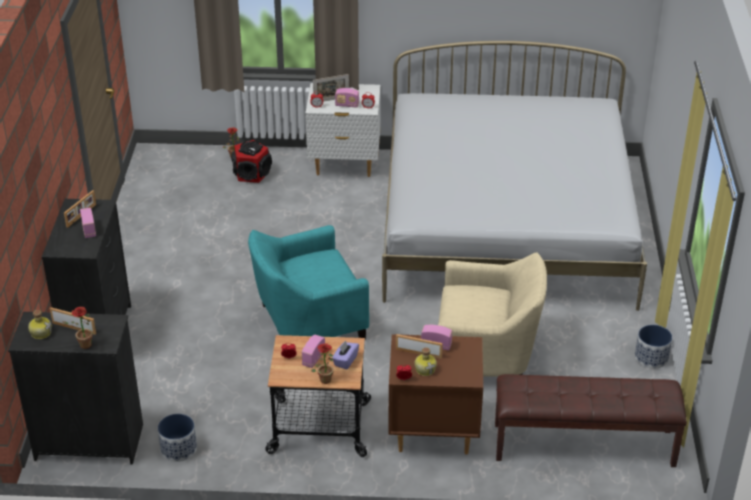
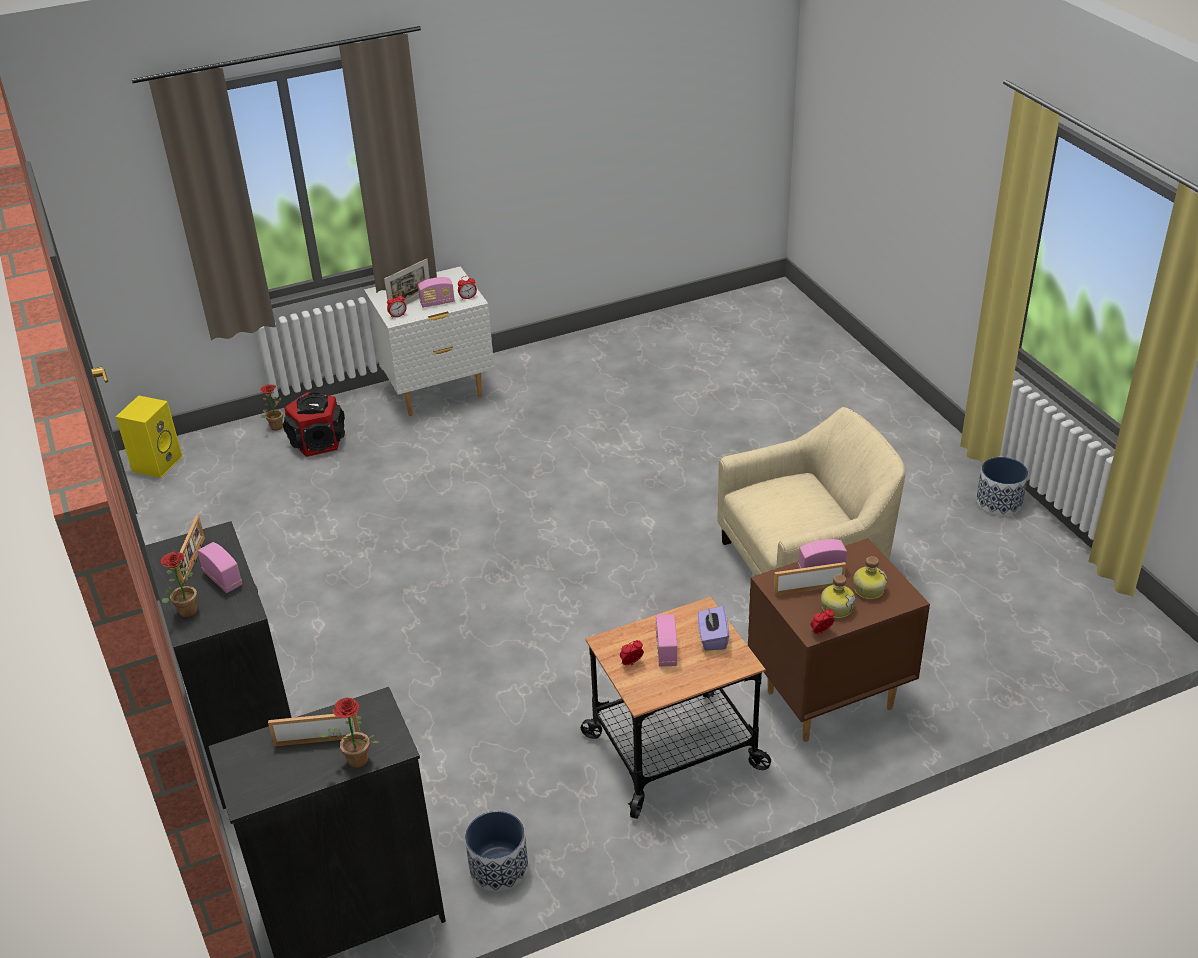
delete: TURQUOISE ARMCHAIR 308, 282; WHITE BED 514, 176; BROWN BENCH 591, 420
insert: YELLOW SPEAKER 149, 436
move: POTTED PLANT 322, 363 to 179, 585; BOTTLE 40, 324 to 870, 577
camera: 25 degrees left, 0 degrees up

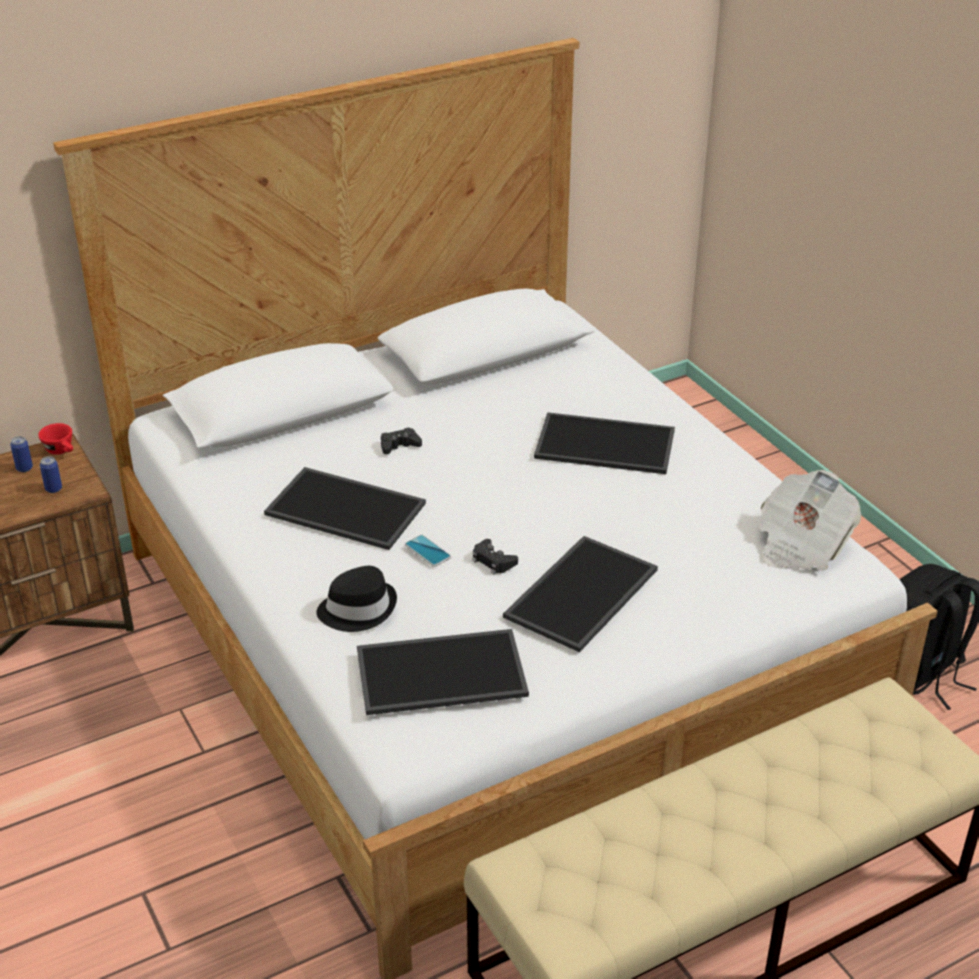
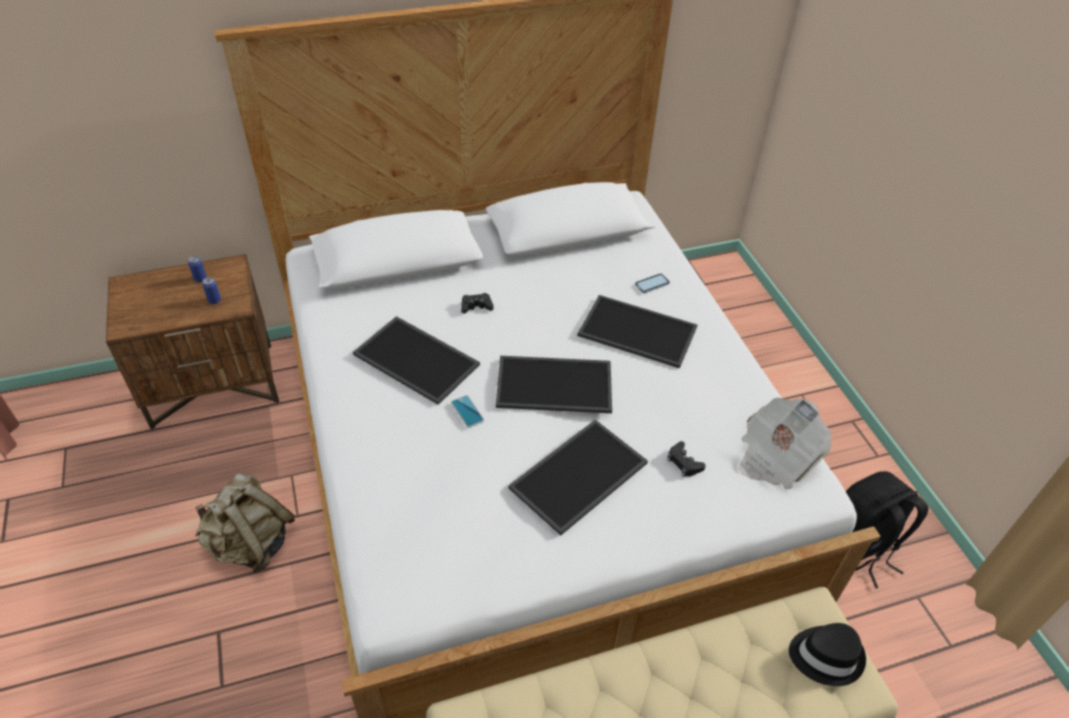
delete: RED CUP 55, 439
insert: BEIGE BACKPACK 245, 523; PHONE 652, 283
move: TRAY 443, 672 to 554, 384; BLACK GAME CONTROLLER 495, 557 to 686, 459; BLACK HAT 356, 599 to 827, 654
camera: 10 degrees right, 10 degrees up

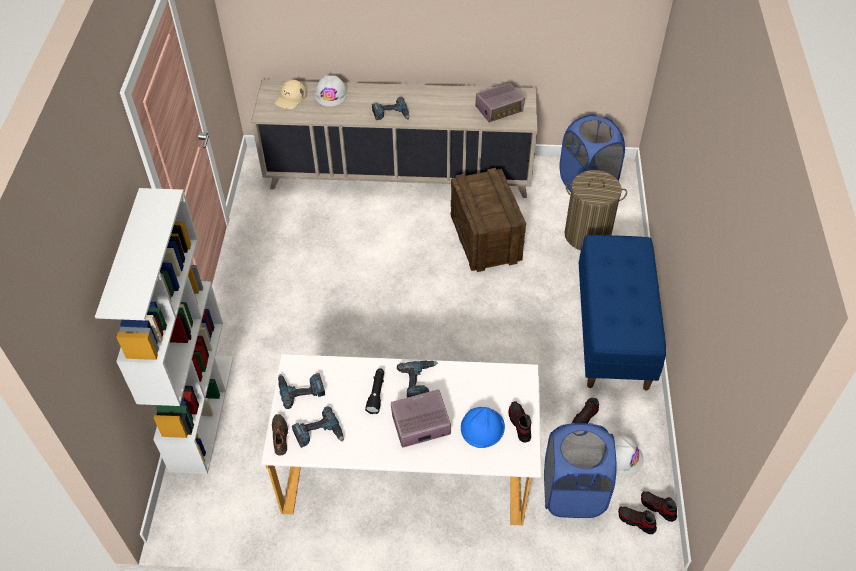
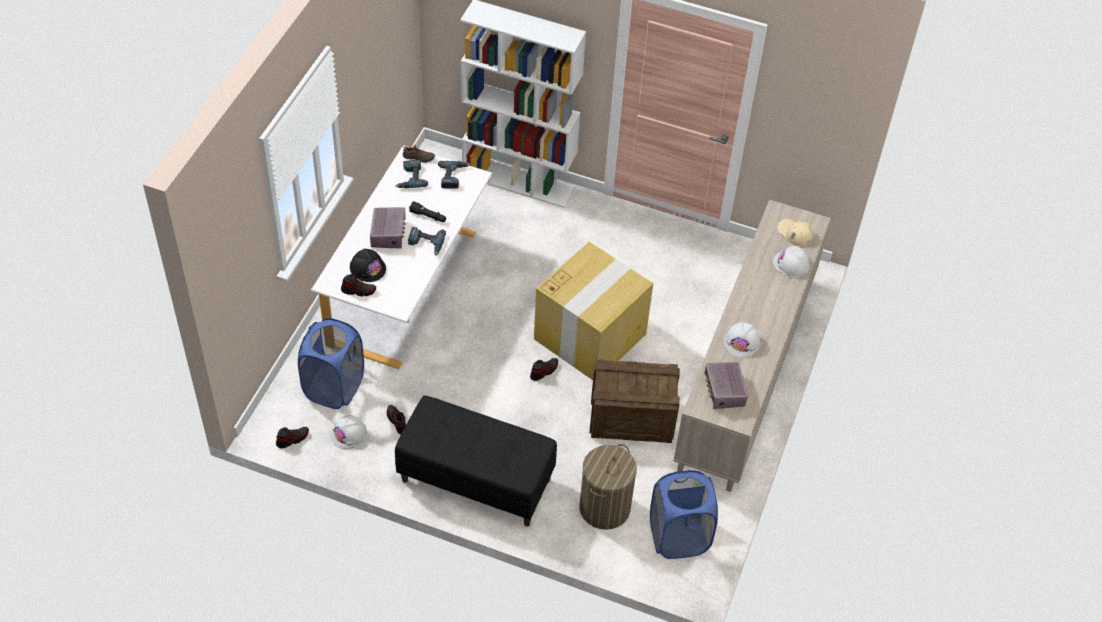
delete: POWER DRILL 390, 108
insert: CARDBOARD BOX 593, 311; WHITE HARD HAT 742, 339
move: SHOE 637, 520 to 544, 369
recolor: BLUE HARD HAT 483, 427 to BLACK HARD HAT 368, 265; BLUE BENCH 622, 312 to BLACK BENCH 476, 460
camera: 105 degrees right, 0 degrees up

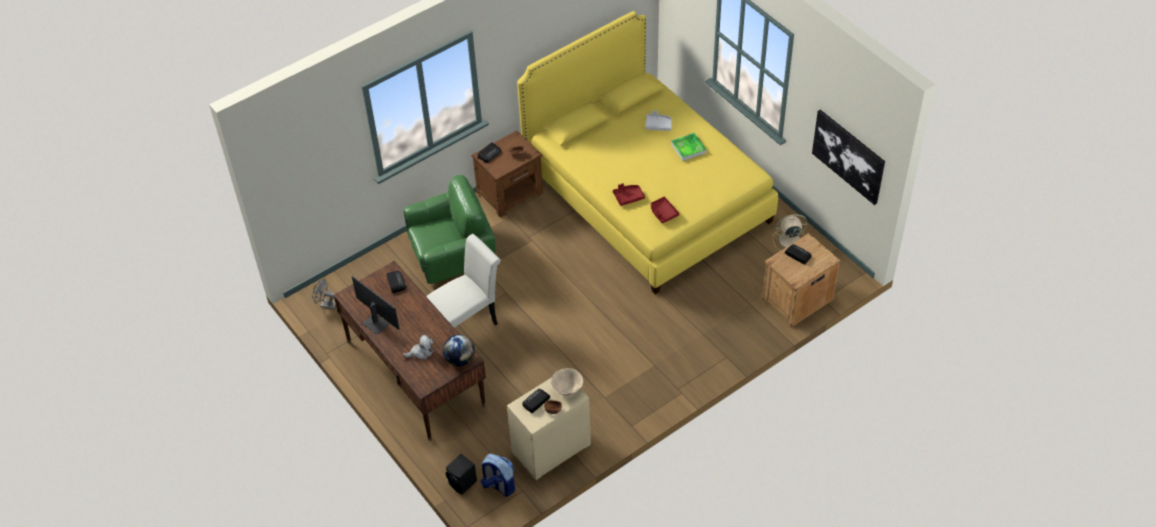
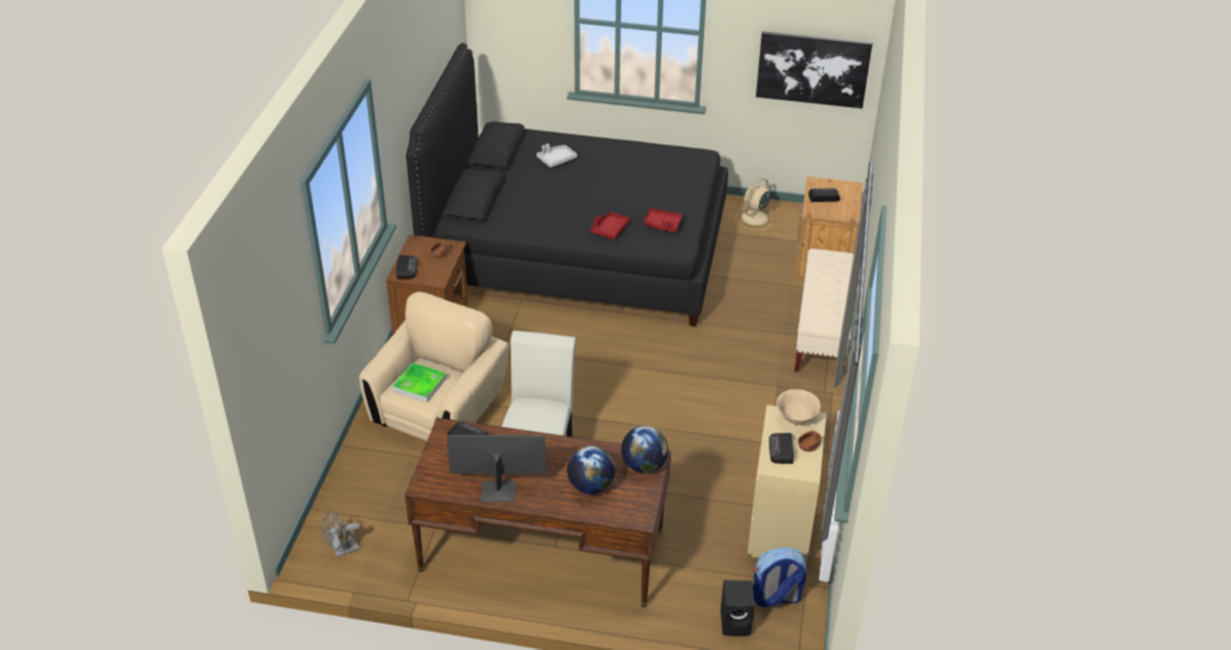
insert: BEIGE BENCH 824, 310
move: TRAY 688, 147 to 419, 382
replace: PLUSH TOY 418, 347 to GLOBE 591, 470
recolor: GREEN ARMCHAIR 450, 229 to BEIGE ARMCHAIR 434, 366; YELLOW BED 647, 152 to BLACK BED 567, 185
camera: 45 degrees left, 10 degrees down

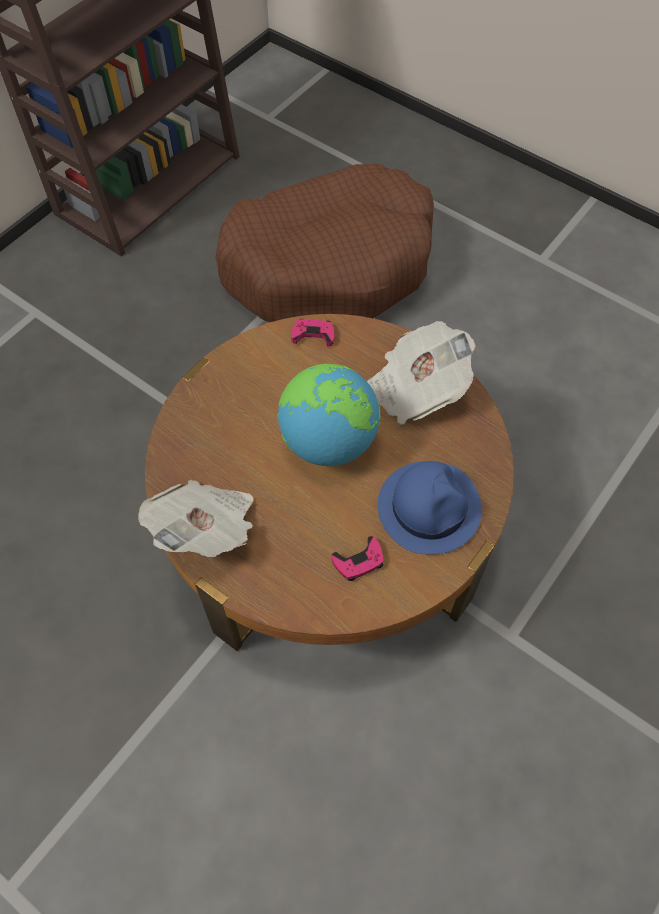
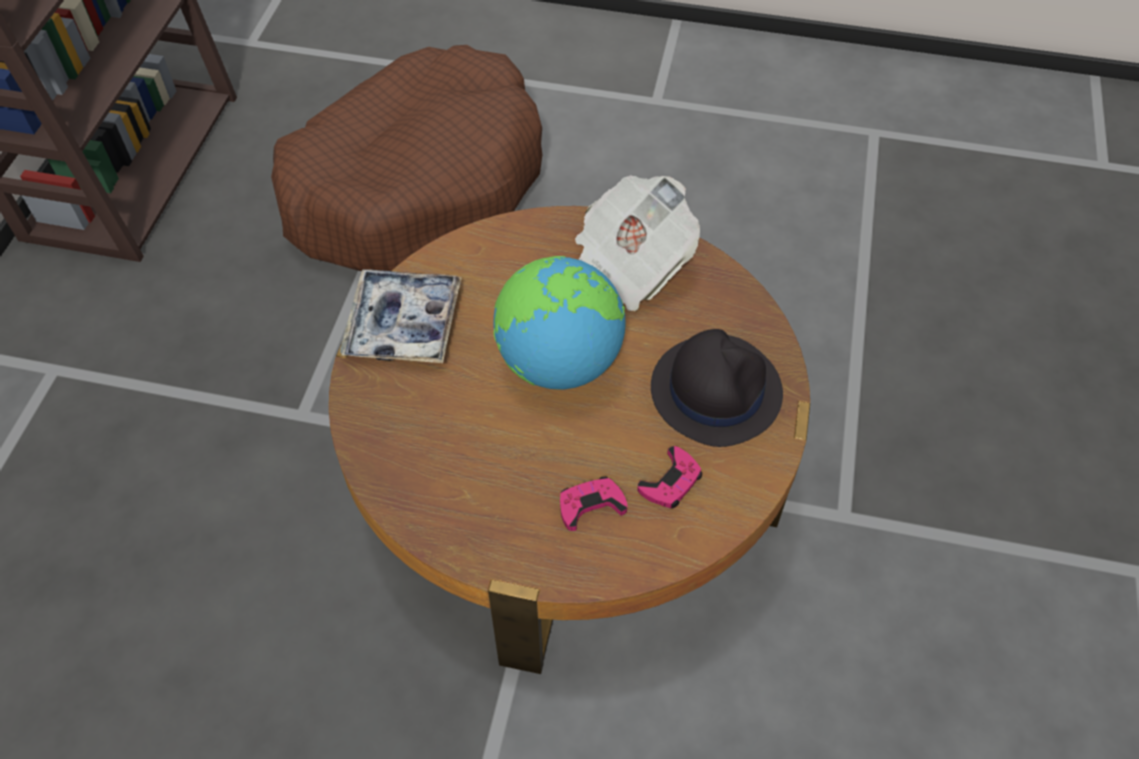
delete: NEWSPAPER 196, 518
insert: TRAY 401, 316
move: PINK GAME CONTROLLER 312, 333 to 593, 504
recolor: BLUE HAT 430, 508 to BLACK HAT 717, 388
camera: 25 degrees left, 5 degrees down

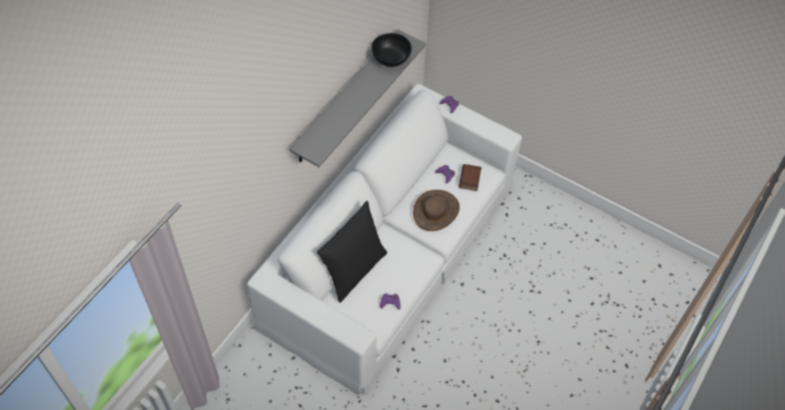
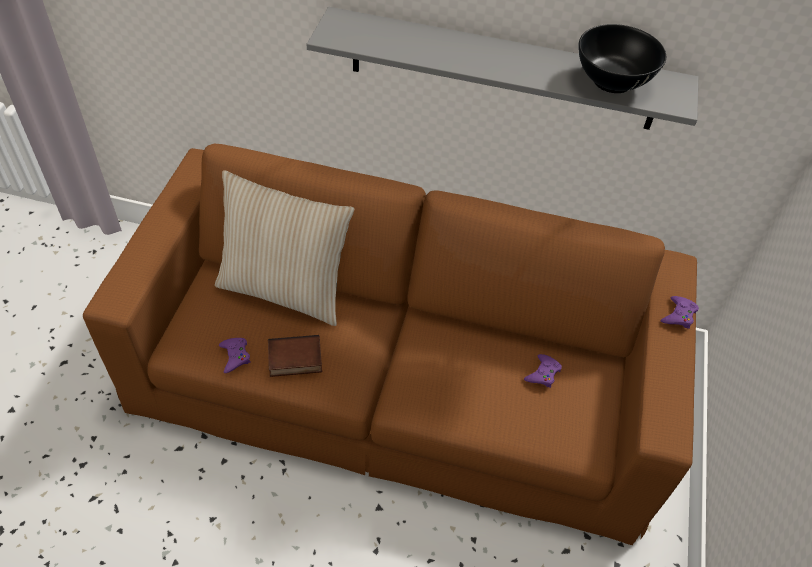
delete: BROWN HAT 436, 210
move: BOOK 470, 177 to 295, 356
recolor: WHITE SOFA 384, 240 to BROWN SOFA 390, 344; BLACK PILLOW 352, 252 to BEIGE PILLOW 284, 248
camera: 70 degrees right, 5 degrees down

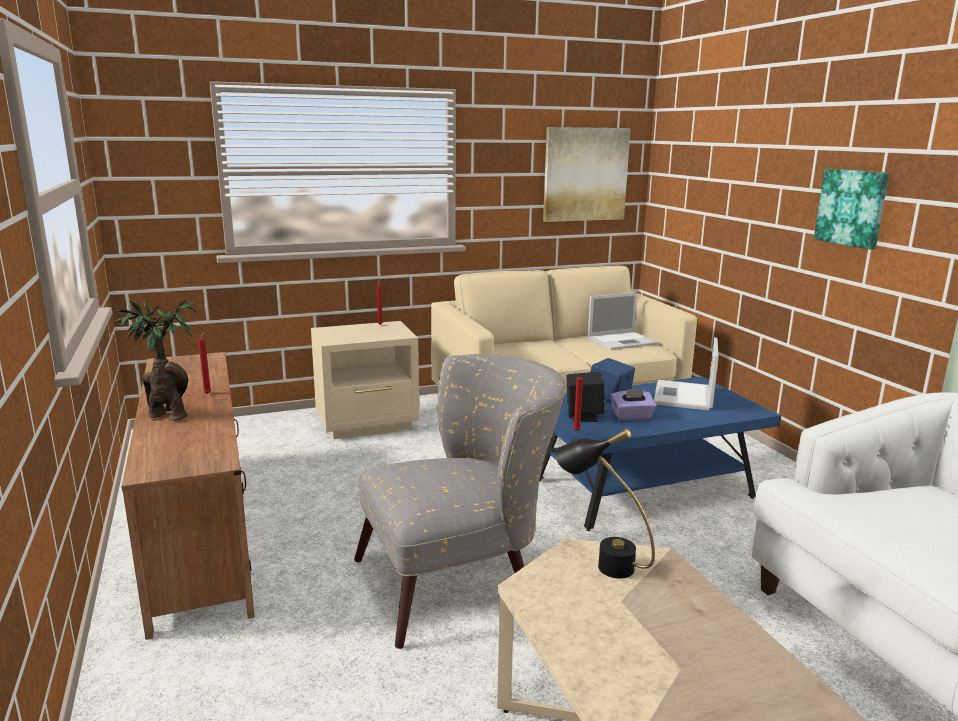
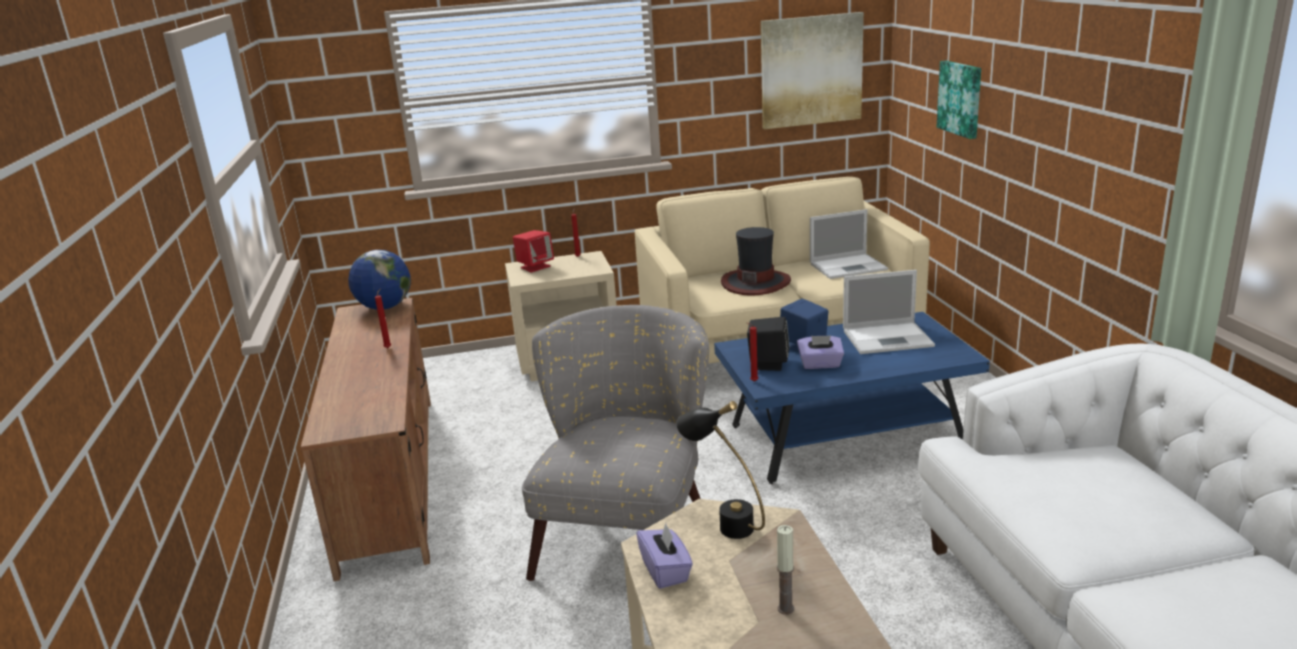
delete: POTTED PLANT 155, 359
insert: GLOBE 379, 280; RED SPEAKER 533, 251; PURPLE TISSUE BOX 664, 556; HAT 756, 261; CANDLE 785, 570
move: PICTURE 851, 209 to 959, 100
rotate: GREY ARMCHAIR 460, 501 = 615, 443 60 degrees counterclockwise; LAPTOP 686, 374 = 889, 312 120 degrees counterclockwise
camera: 10 degrees right, 5 degrees up

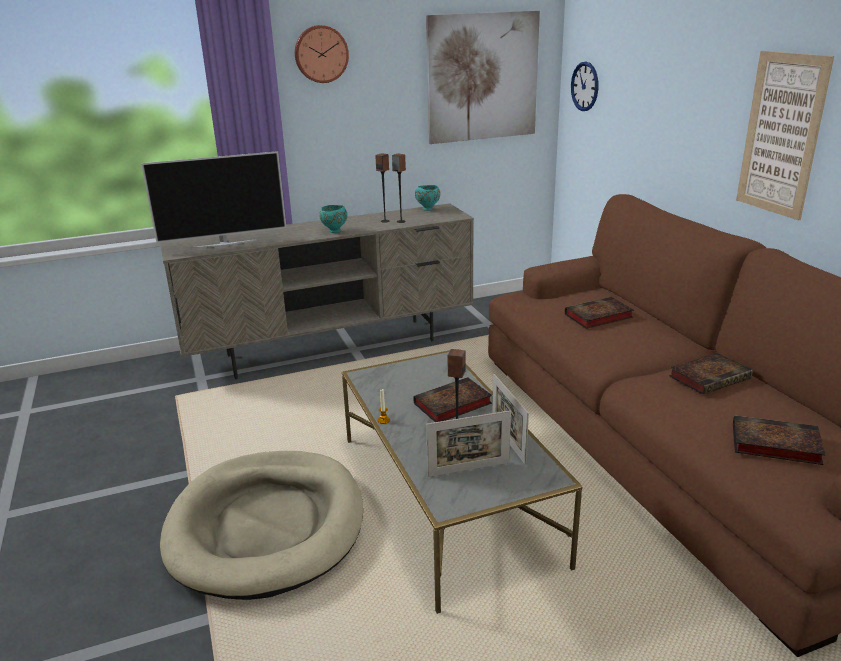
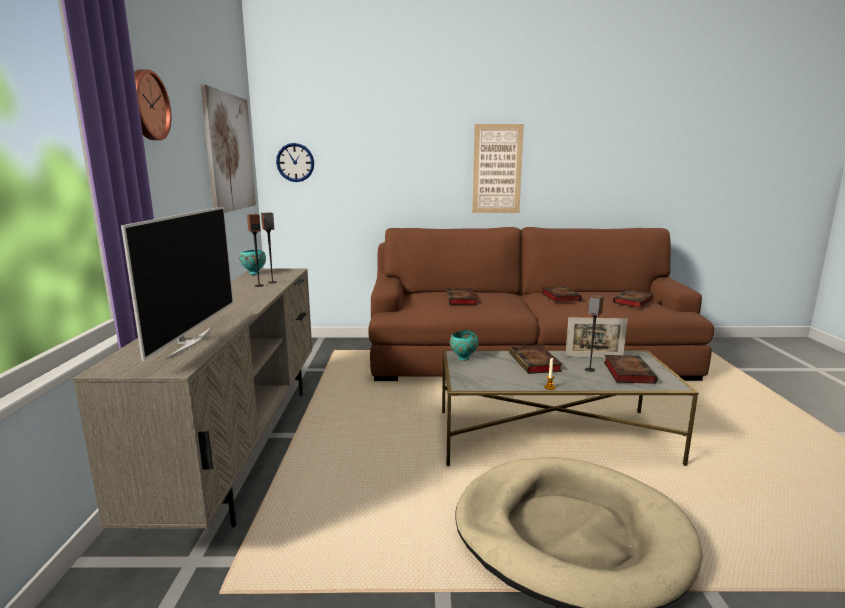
move: TURQUOISE BOWL 333, 219 to 464, 345
replace: PICTURE FRAME 468, 444 to BOOK 630, 369
camera: 70 degrees left, 10 degrees down

